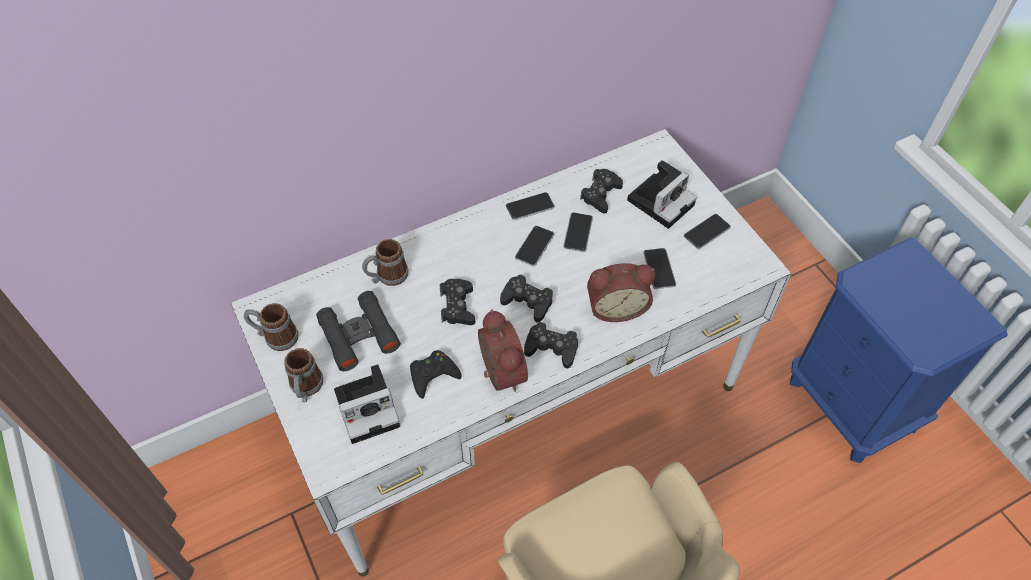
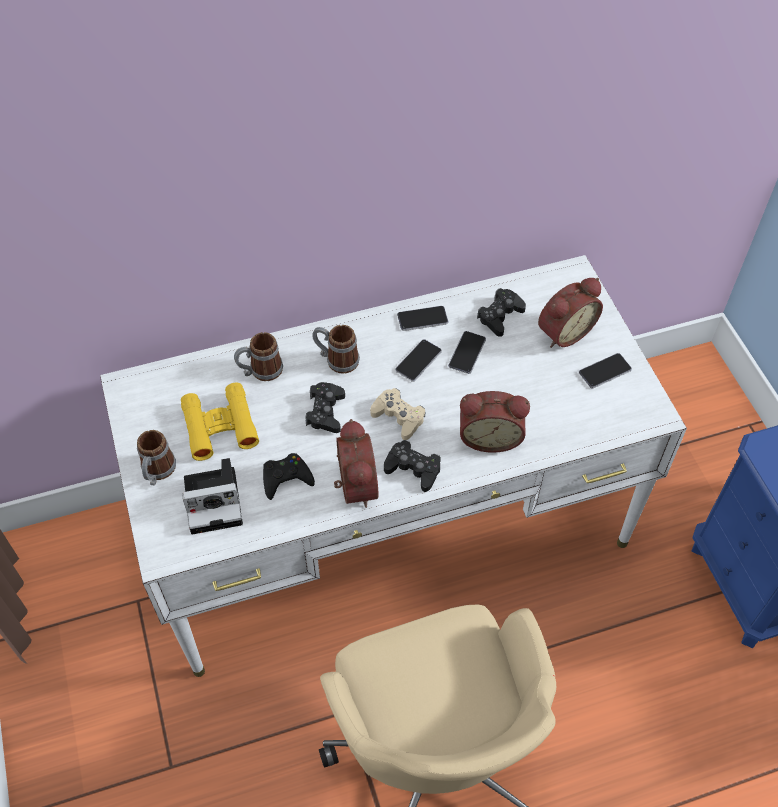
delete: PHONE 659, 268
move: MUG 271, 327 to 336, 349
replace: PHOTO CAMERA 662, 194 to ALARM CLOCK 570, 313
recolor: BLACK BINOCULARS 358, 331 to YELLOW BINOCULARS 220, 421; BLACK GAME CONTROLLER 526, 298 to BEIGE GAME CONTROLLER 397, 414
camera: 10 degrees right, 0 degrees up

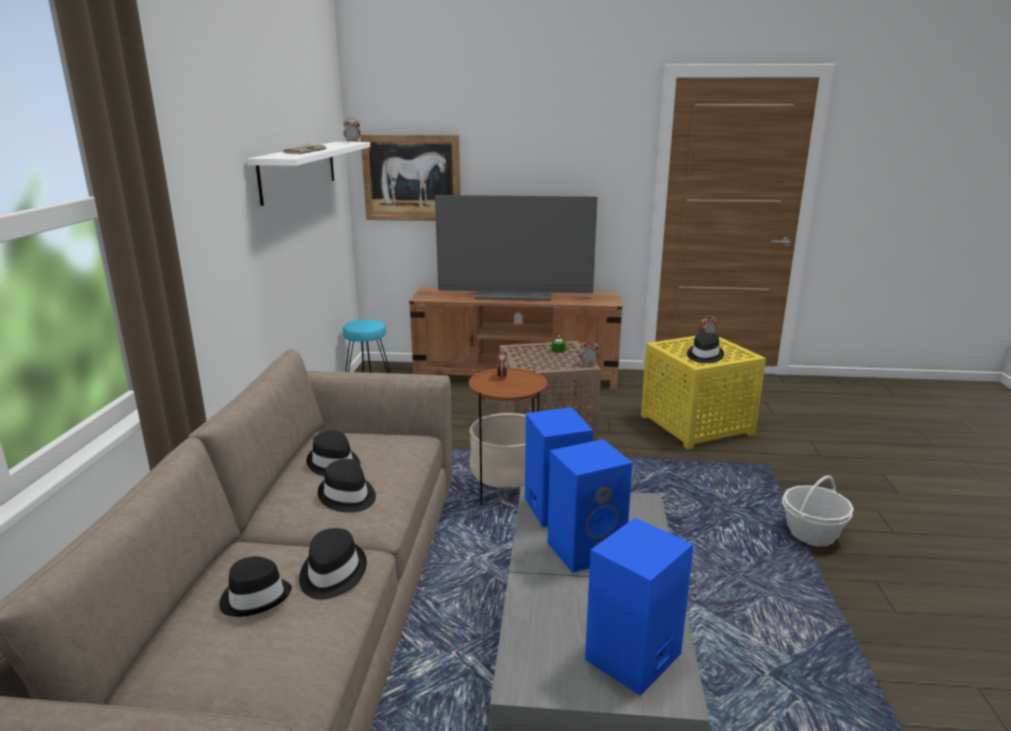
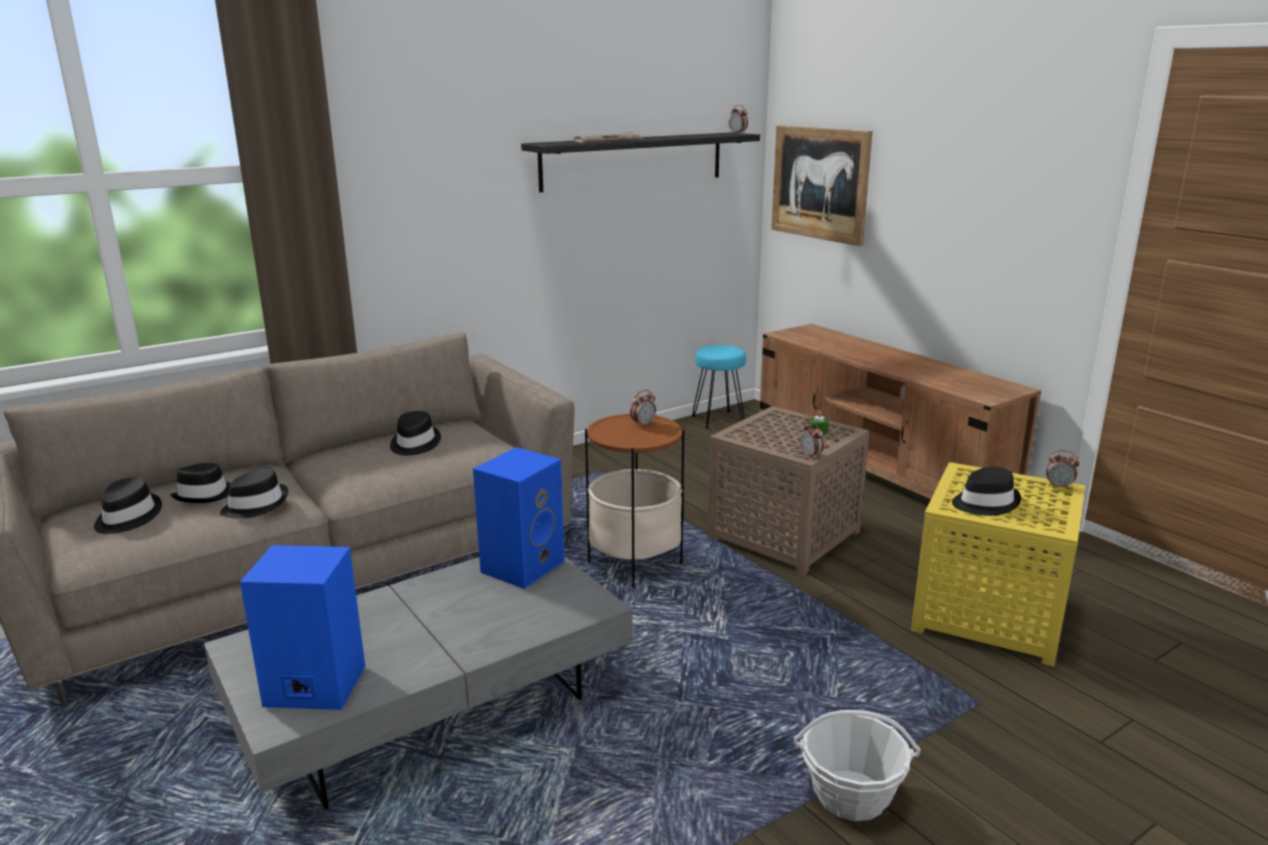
delete: TELEVISION 516, 248; BLUE SPEAKER 590, 506
move: BLACK HAT 347, 485 to 128, 506
recolor: WHITE SHELF 308, 174 to BLACK SHELF 640, 162
camera: 50 degrees right, 0 degrees up

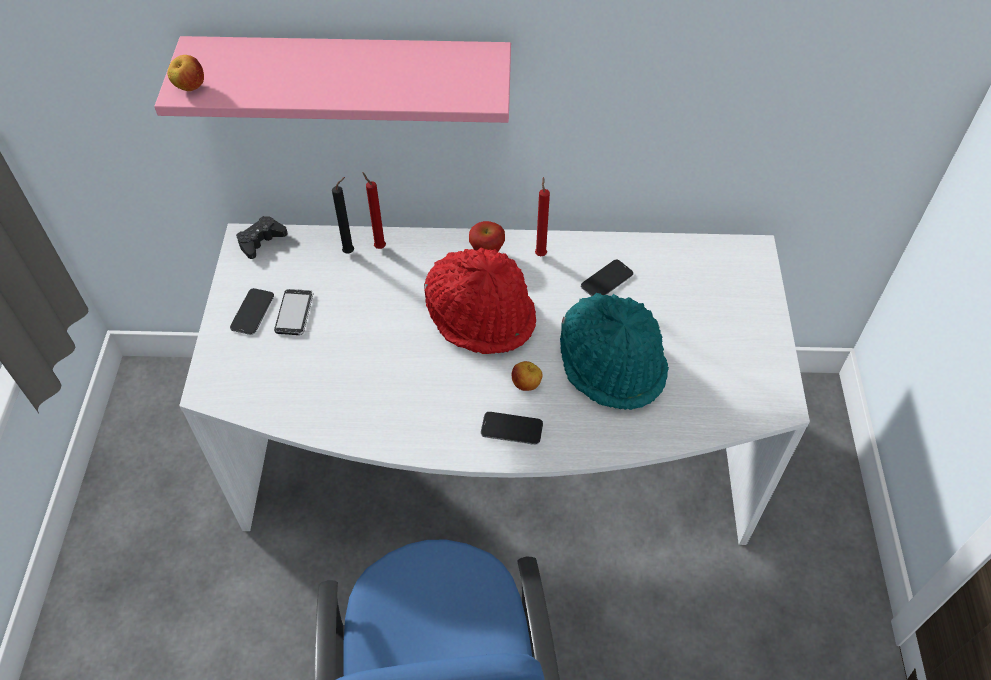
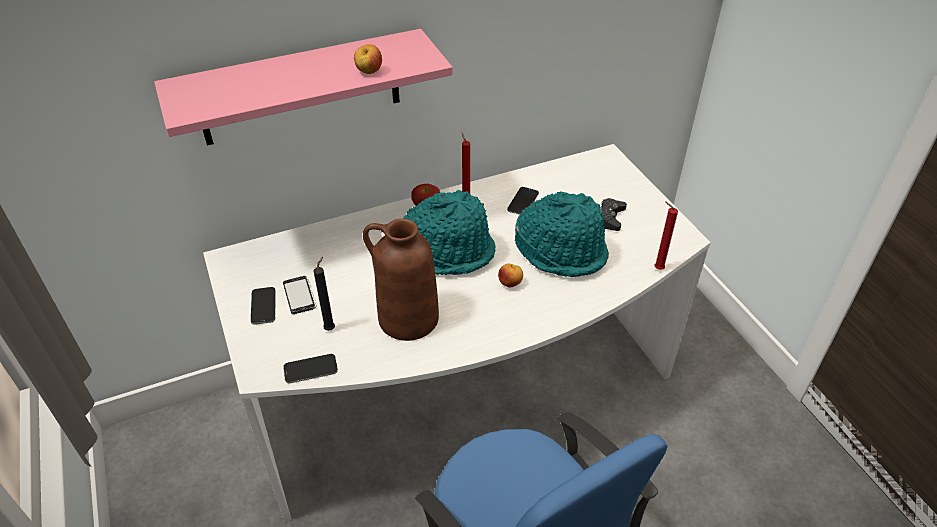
insert: BROWN VASE 401, 279
move: PHONE 512, 428 to 310, 368; BLACK CANDLE 343, 215 to 324, 294; APPLE 185, 73 to 368, 59; BLACK GAME CONTROLLER 262, 237 to 613, 214; RED CANDLE 374, 210 to 666, 235
recolor: RED HAT 480, 301 to TURQUOISE HAT 450, 232
camera: 25 degrees left, 10 degrees down

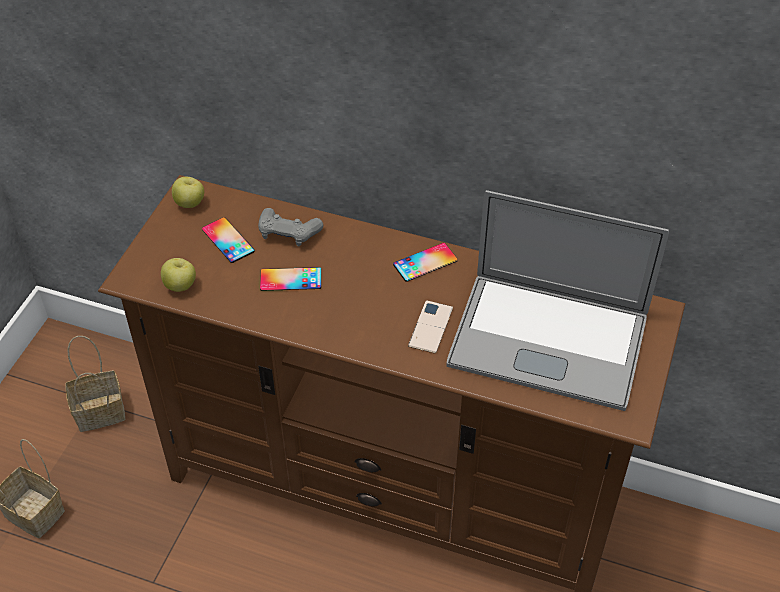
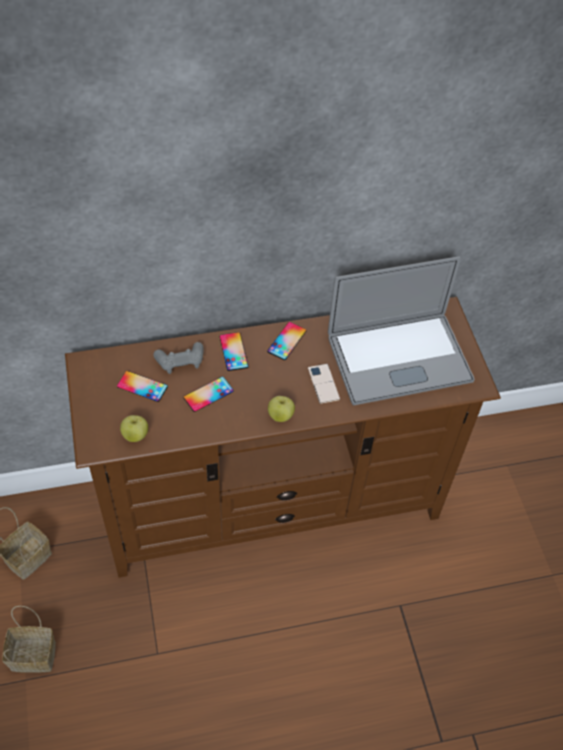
insert: PHONE 234, 351
move: APPLE 188, 192 to 281, 409
camera: 35 degrees left, 5 degrees up

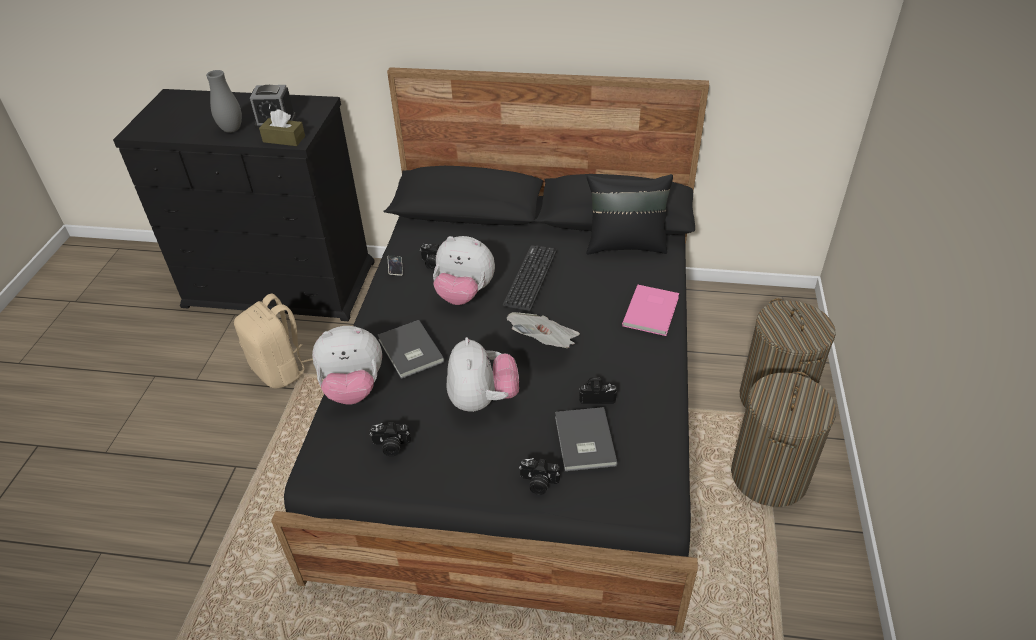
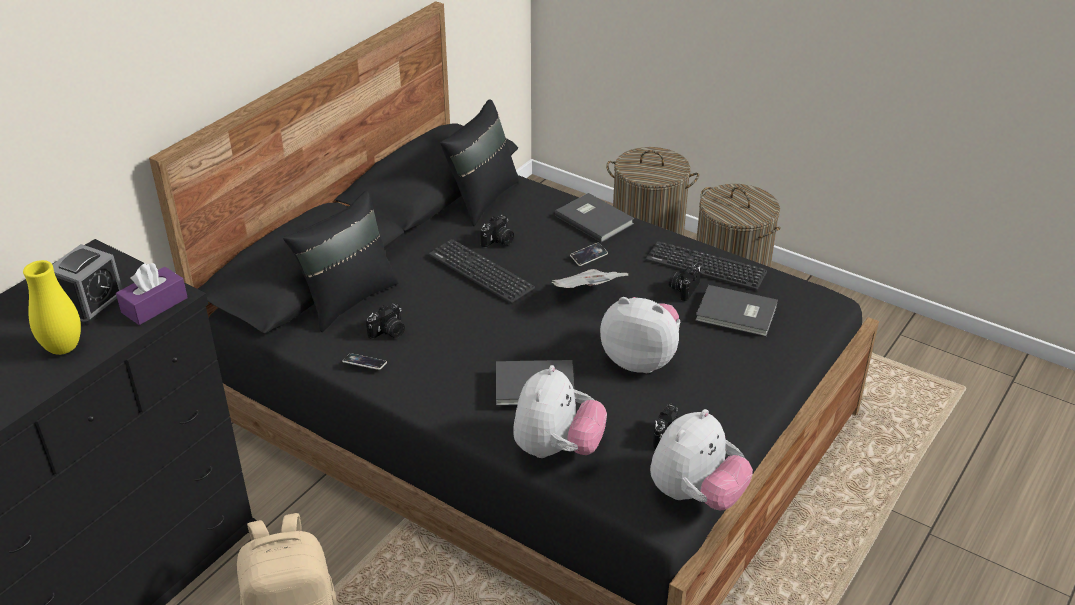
insert: BLACK PILLOW 341, 261; PHONE 589, 254; KEYBOARD 706, 265
move: PHOTO CAMERA 539, 476 to 497, 231; PLUSH TOY 464, 270 to 701, 459
recolor: GREY VASE 224, 101 to YELLOW VASE 52, 307; BROWN TISSUE BOX 282, 127 to PURPLE TISSUE BOX 152, 294; PINK BOOK 650, 310 to GREY BOOK 594, 217
camera: 65 degrees left, 5 degrees down

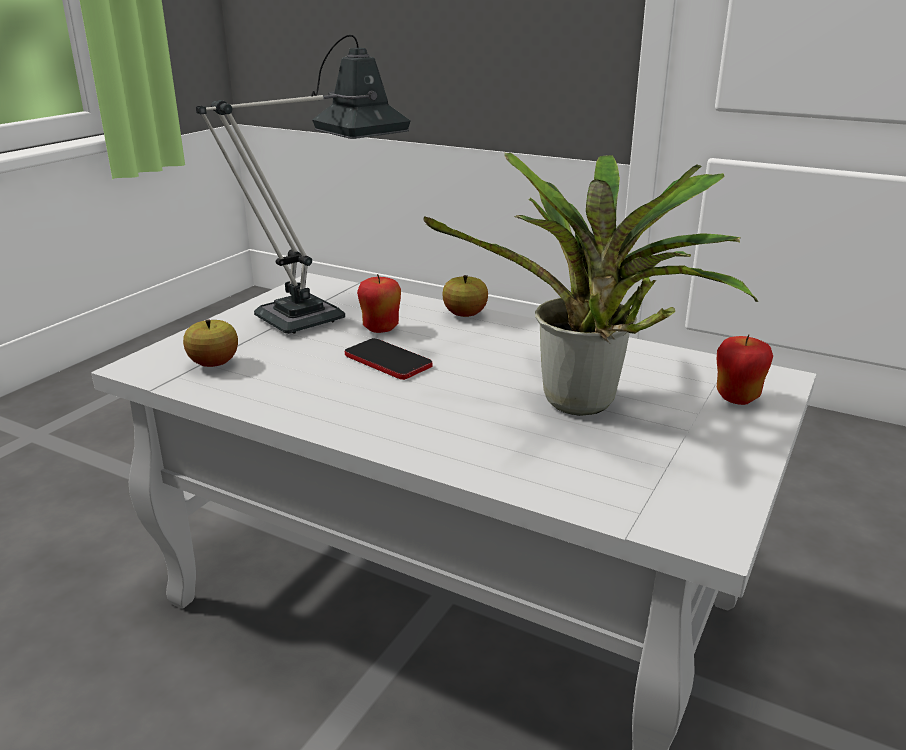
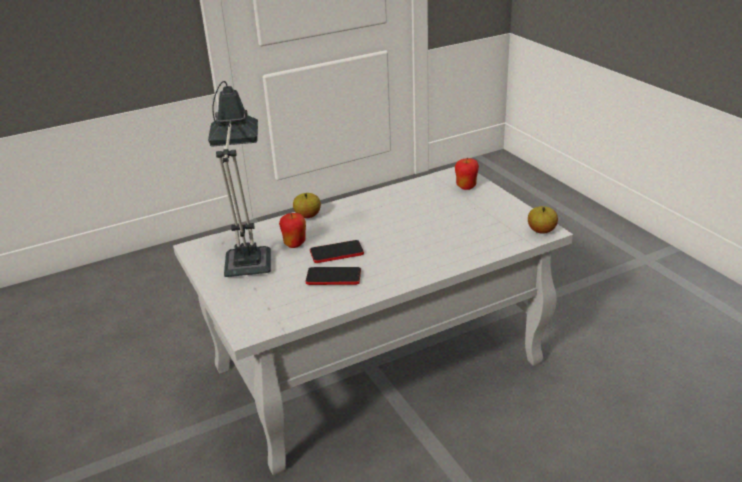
delete: POTTED PLANT 590, 284
insert: PHONE 333, 276
move: APPLE 210, 343 to 543, 220
camera: 55 degrees left, 5 degrees up

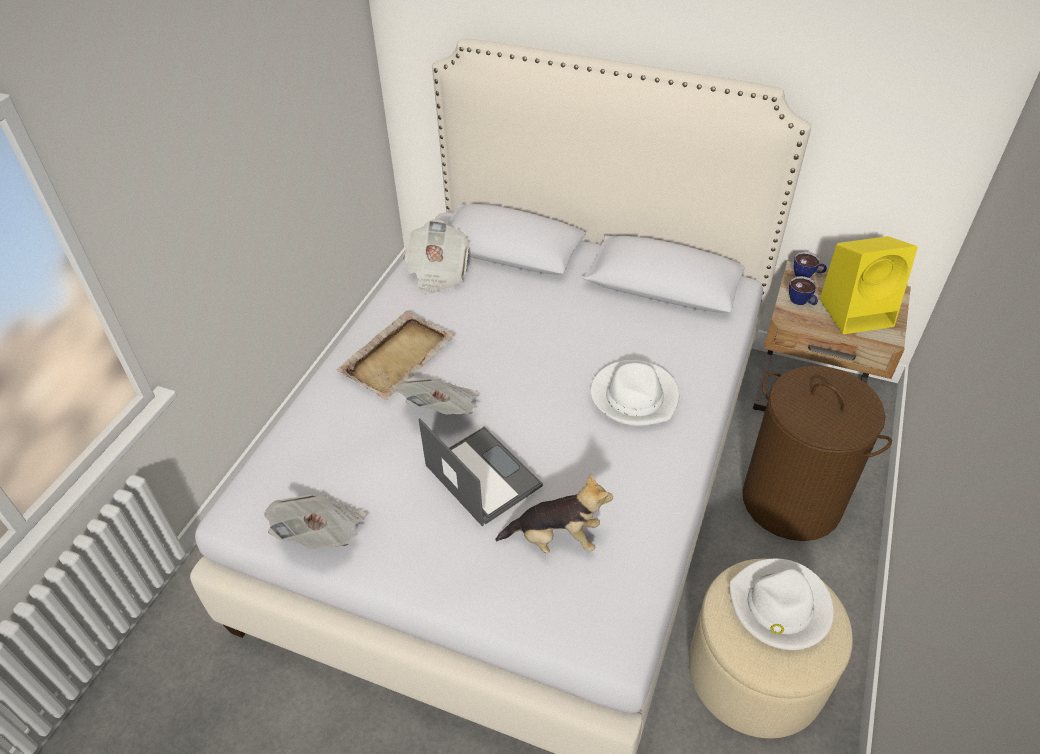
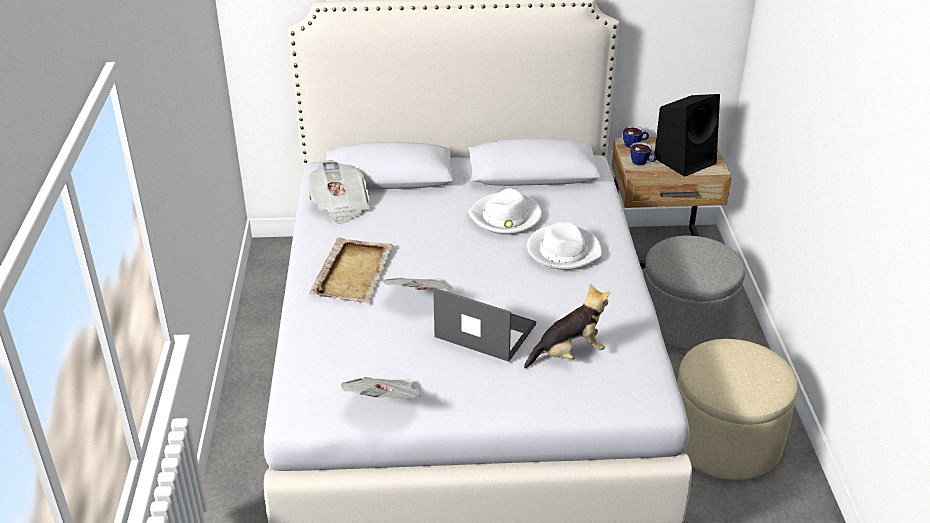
move: WHITE HAT 781, 604 to 505, 211
replace: BROWN LAUNDRY BASKET 817, 453 to GREY OTTOMAN 694, 293
recolor: YELLOW SPEAKER 868, 285 to BLACK SPEAKER 687, 135
camera: 25 degrees left, 10 degrees down

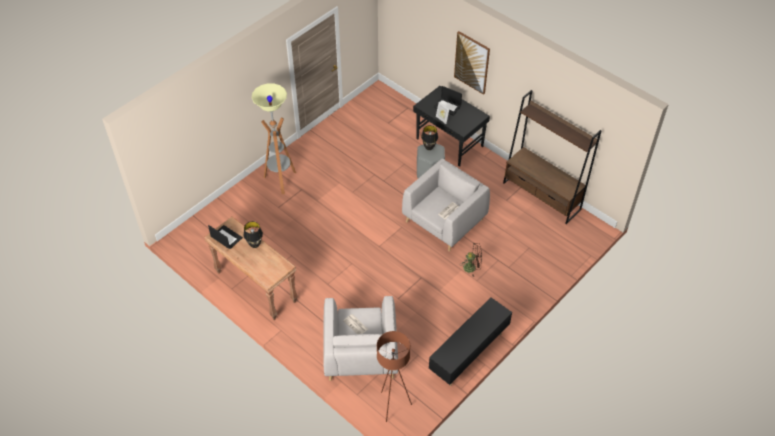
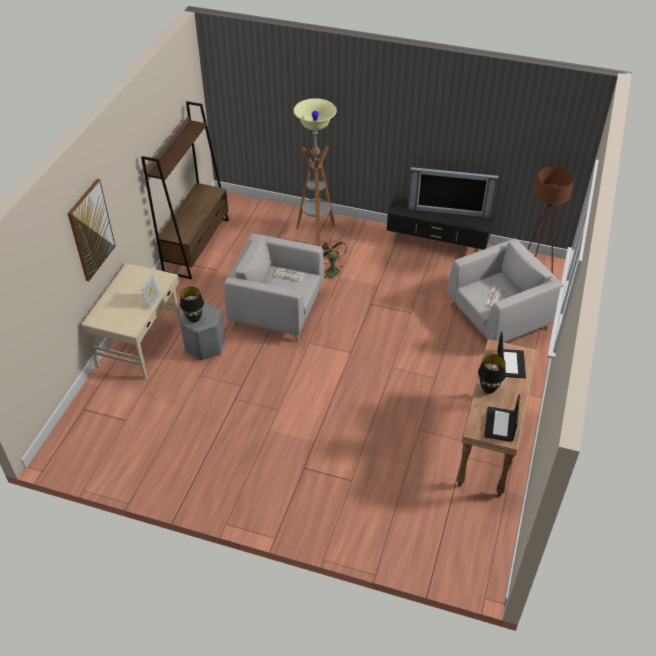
insert: TELEVISION 452, 192
move: FLOOR LAMP 274, 138 to 315, 172; LAPTOP 448, 101 to 511, 355
recolor: BLACK DESK 451, 126 to BEIGE DESK 130, 321
camera: 115 degrees left, 5 degrees down

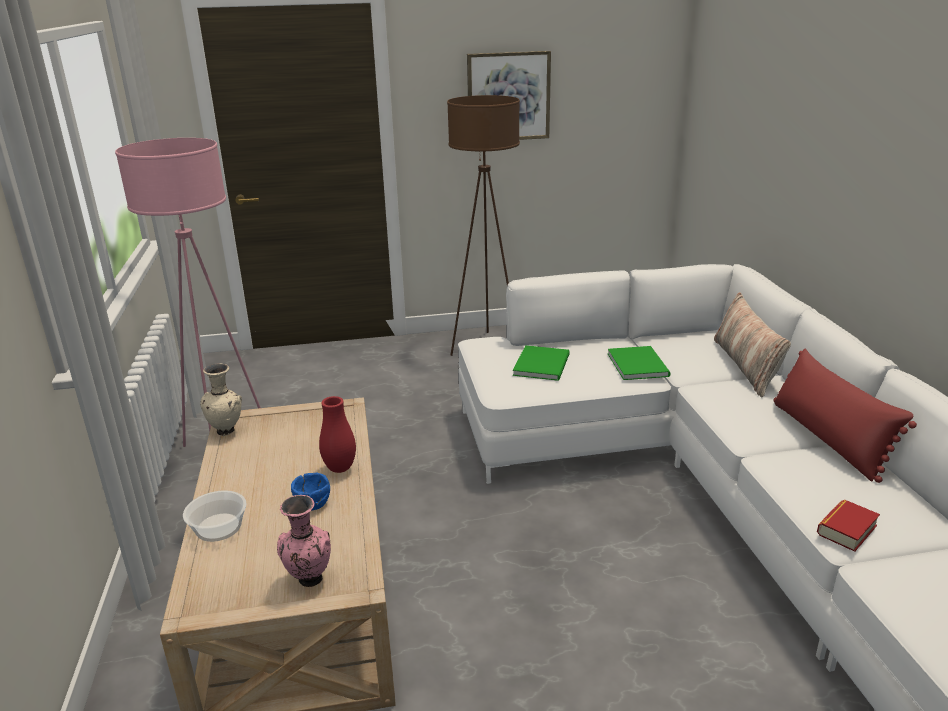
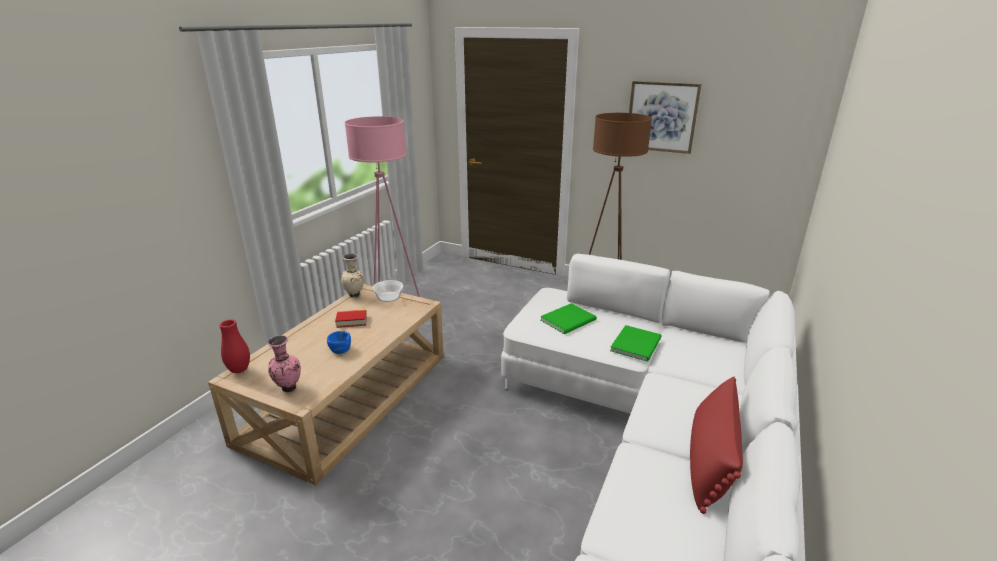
delete: PILLOW 752, 344
move: RED VASE 337, 434 to 234, 346; BOOK 848, 525 to 351, 319; BOWL 215, 516 to 387, 291
camera: 35 degrees right, 0 degrees up

